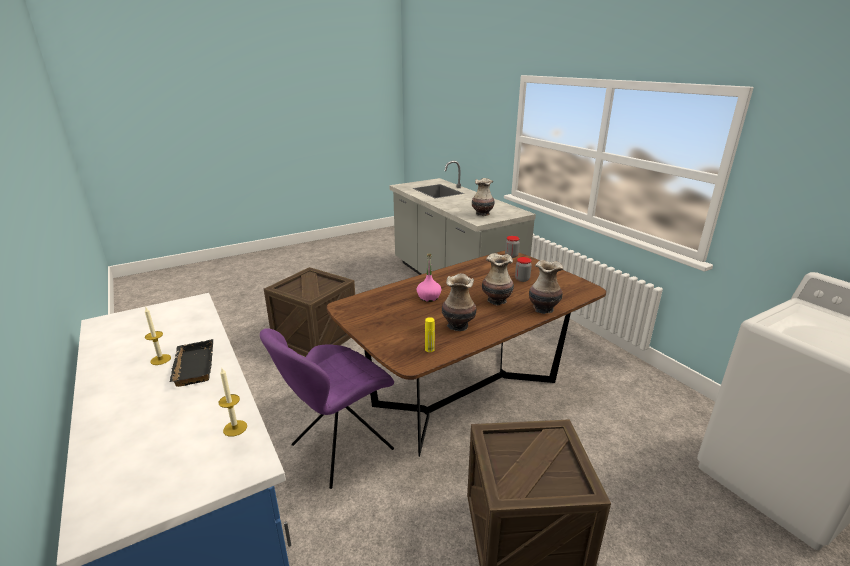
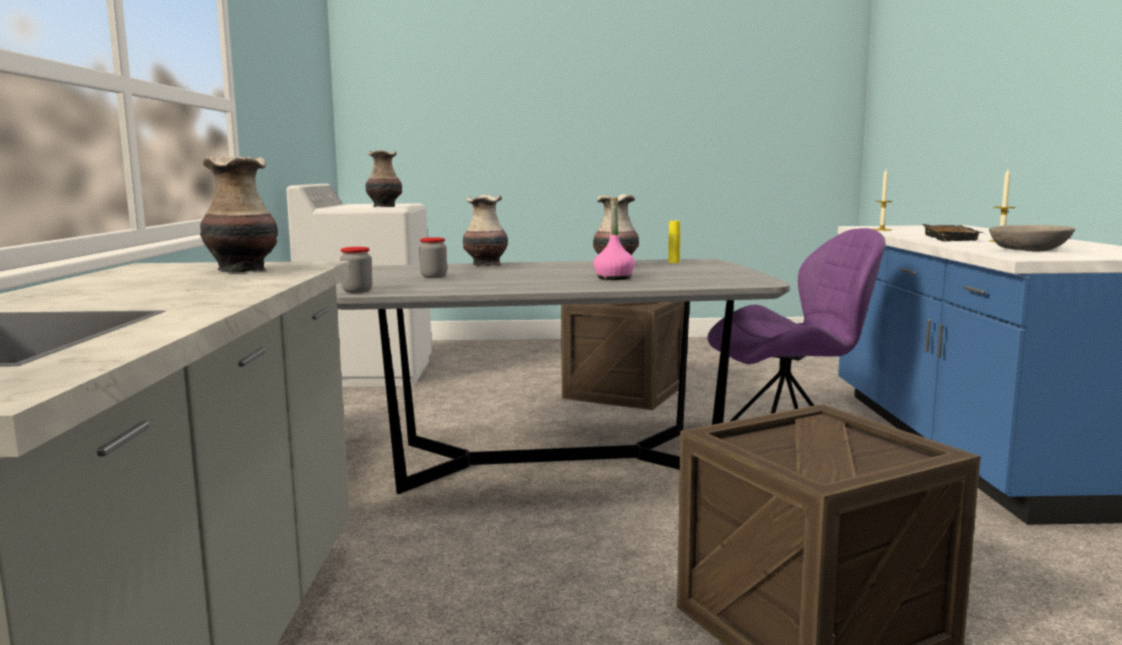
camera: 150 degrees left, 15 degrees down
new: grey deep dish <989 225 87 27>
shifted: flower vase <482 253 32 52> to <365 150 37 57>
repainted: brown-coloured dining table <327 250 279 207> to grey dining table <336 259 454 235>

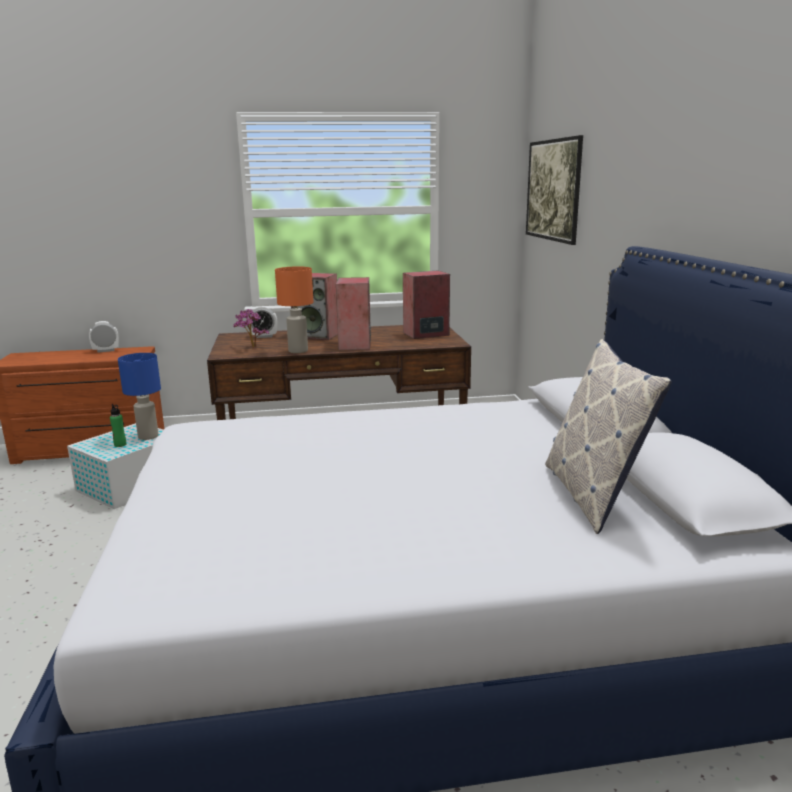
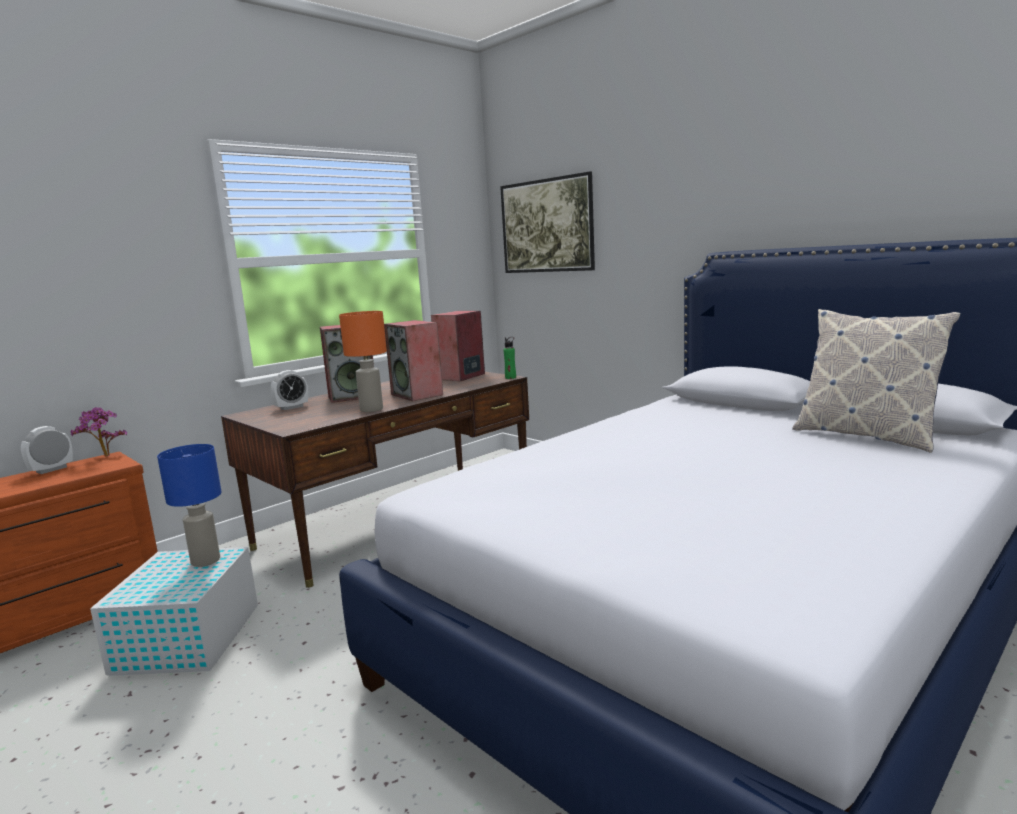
camera: 35 degrees left, 5 degrees down
shifted: green bottle <110 404 16 43> to <503 337 13 42>; houseplant <233 309 36 39> to <71 407 56 50>

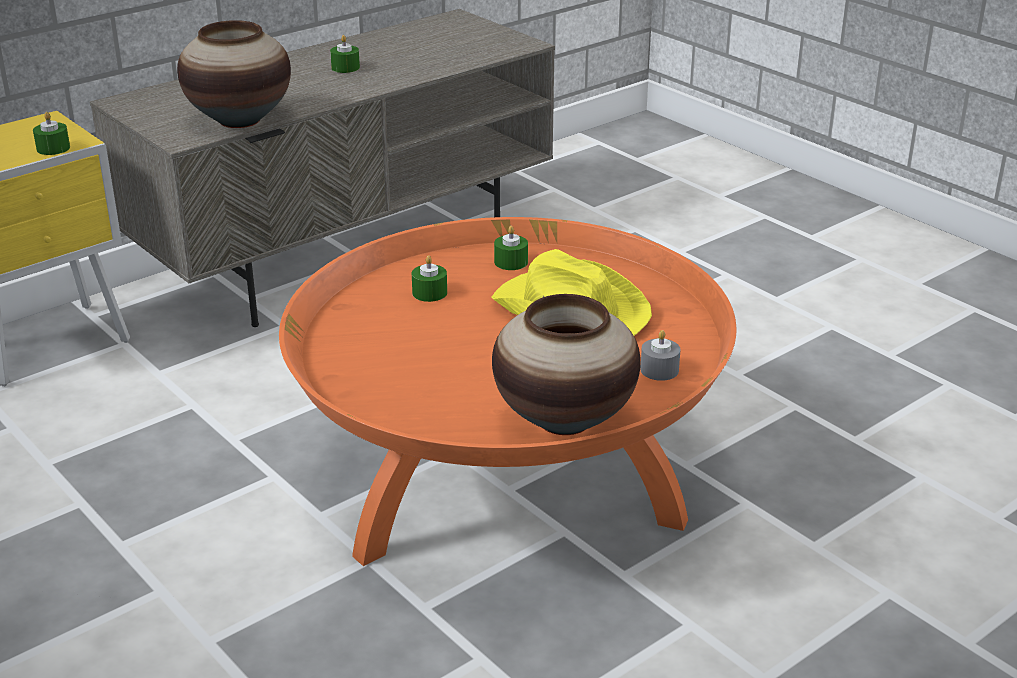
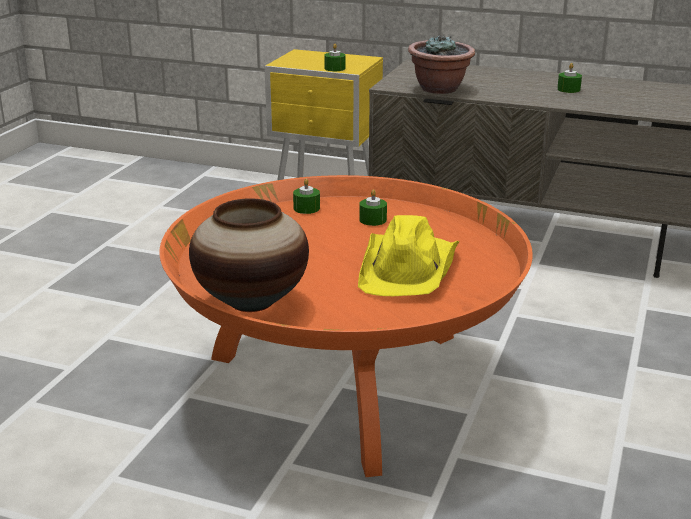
camera: 60 degrees right, 5 degrees down
gone: grey wax candle <640 330 40 51>
shifted: green wax candle <494 226 34 44> to <293 179 27 35>
swapped: flower vase <177 20 114 108> to houseplant <408 34 67 60>

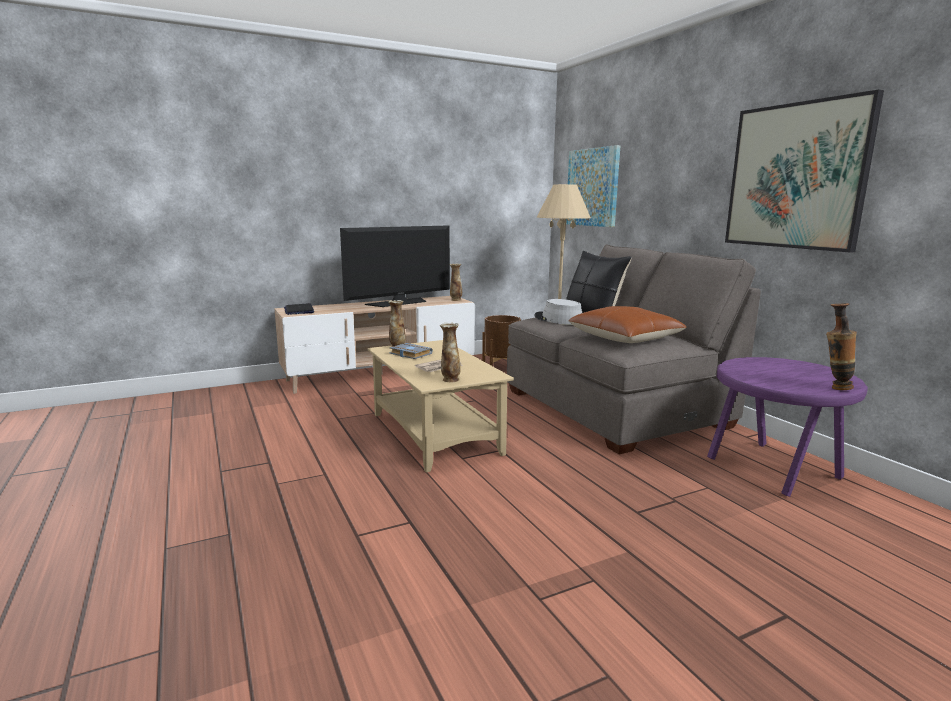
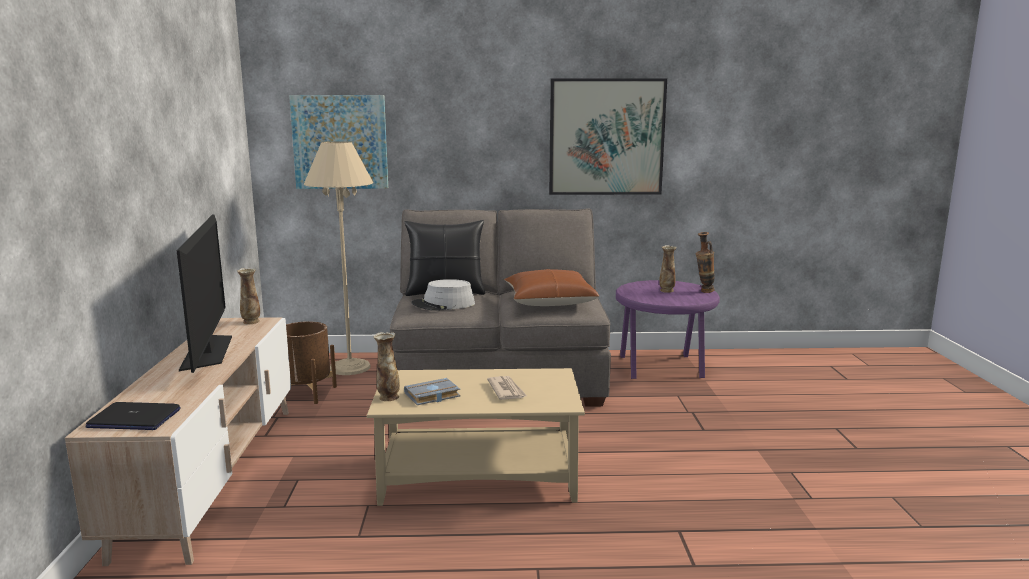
camera: 65 degrees left, 0 degrees up
shifted: flower vase <440 323 21 59> to <659 245 18 48>

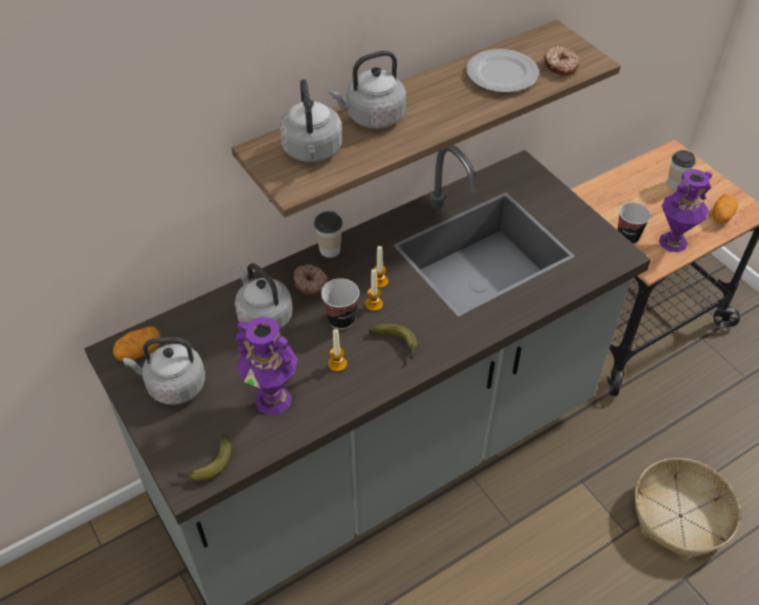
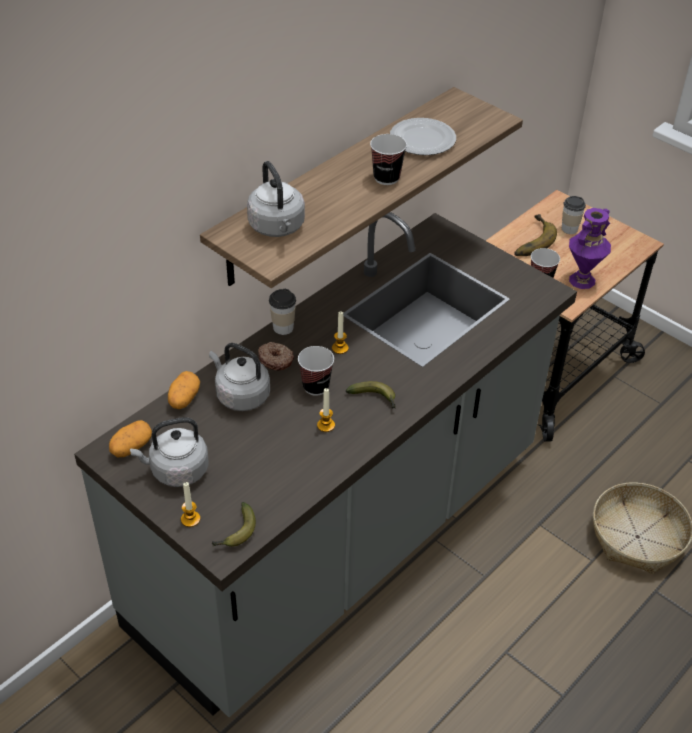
camera: 15 degrees left, 5 degrees down
gone: purple-coloured flower vase <236 317 62 98>; grey water kettle <329 51 77 78>; donut <544 46 35 30>
new: cup <370 134 37 51>; banana <514 214 43 42>
shifted: wax candle <365 269 18 42> to <181 482 19 45>; potato <713 194 25 29> to <168 371 32 38>

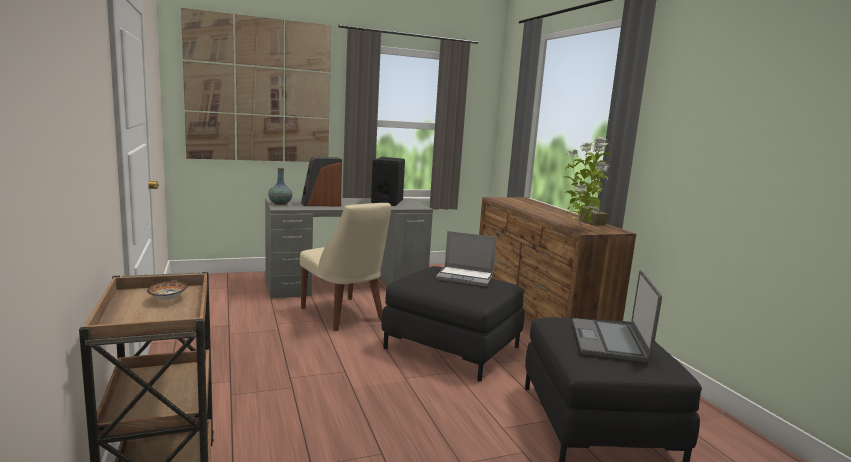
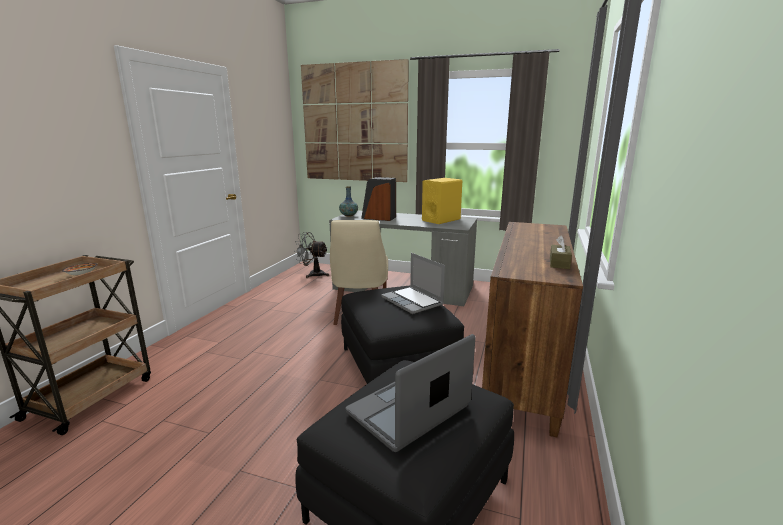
camera: 40 degrees right, 5 degrees up
gone: houseplant <563 137 48 91>
new: grey cooling fan <295 232 34 46>
repainted: blackish audio speaker <371 157 34 49> to yellowish audio speaker <422 178 40 46>

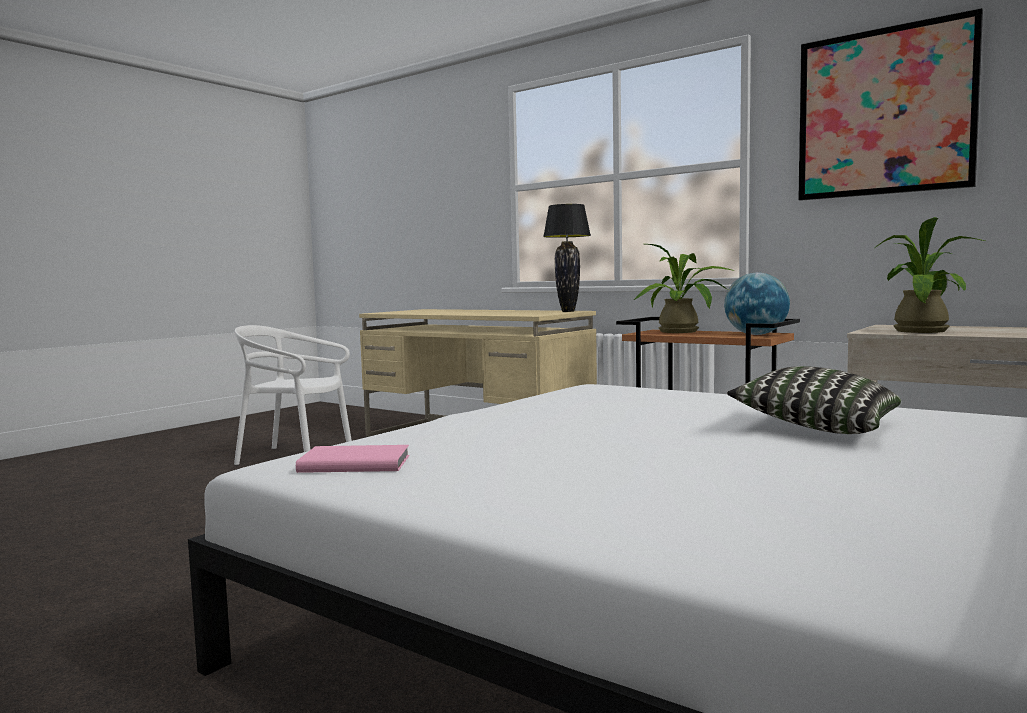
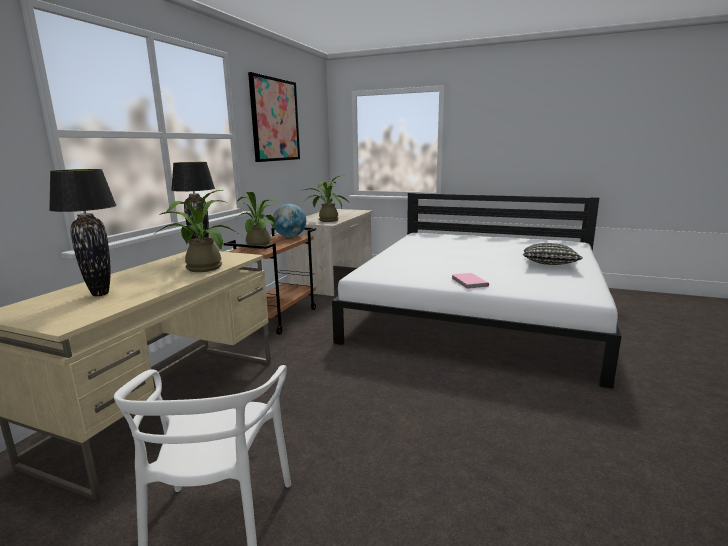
camera: 105 degrees left, 10 degrees up
new: blackish lamp for a table <49 169 68 127>; houseplant <156 190 88 82>
shifted: pink volume <296 445 114 28> to <452 273 37 16>; cushion <727 366 174 68> to <523 243 60 22>

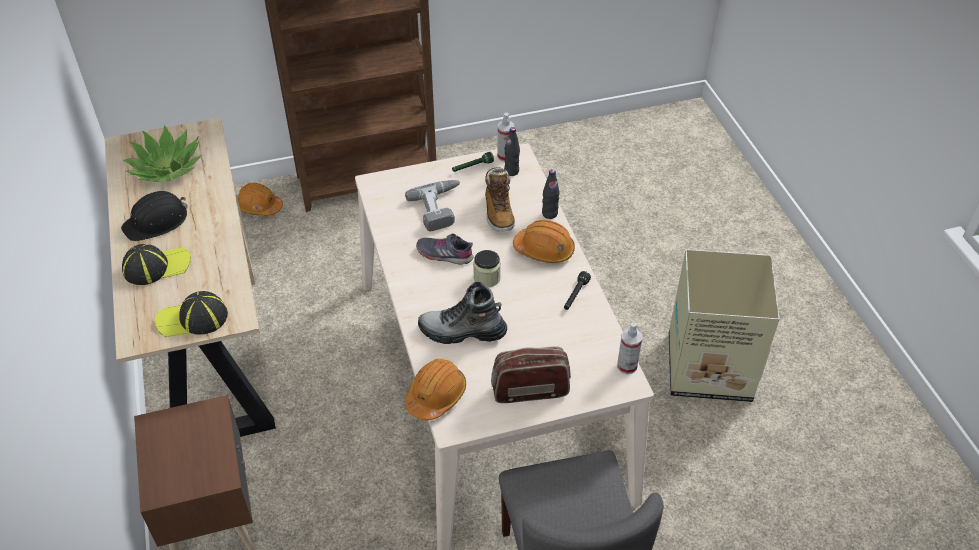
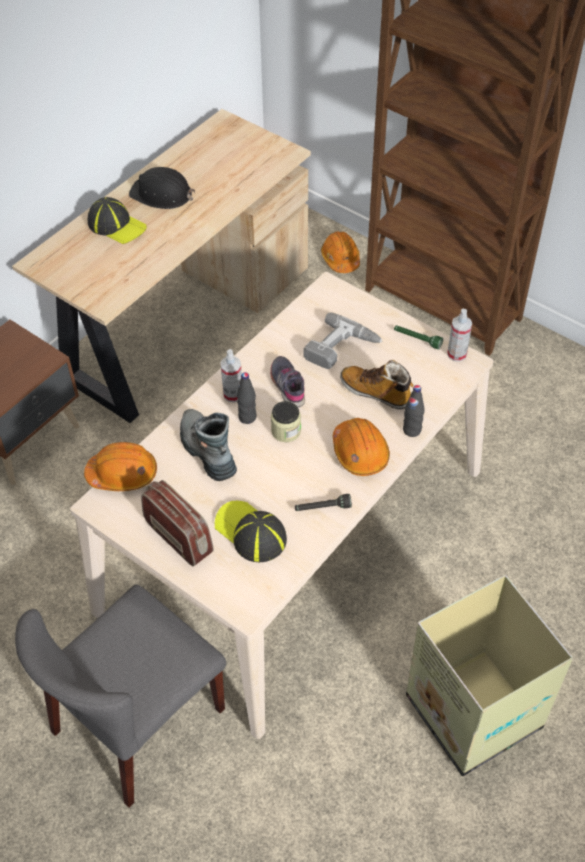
camera: 55 degrees right, 5 degrees up
gone: houseplant <123 125 79 57>
shifted: peaked cap <155 291 73 46> to <215 501 72 61>; blackish bottle <504 127 16 49> to <237 372 19 52>; spray bottle <617 322 25 52> to <220 349 22 53>
rotated: boot <485 167 30 65> = <340 360 73 50> 75 degrees clockwise

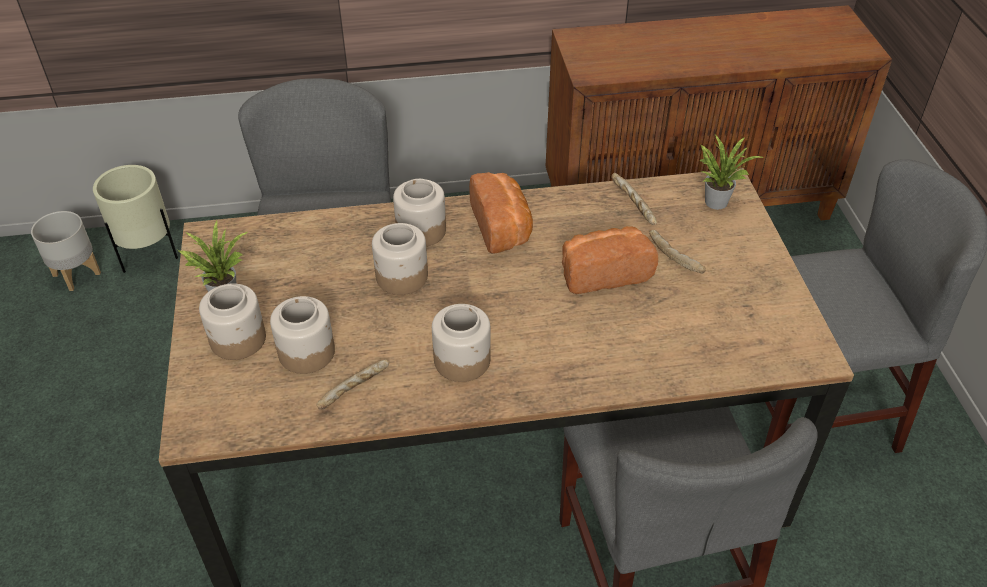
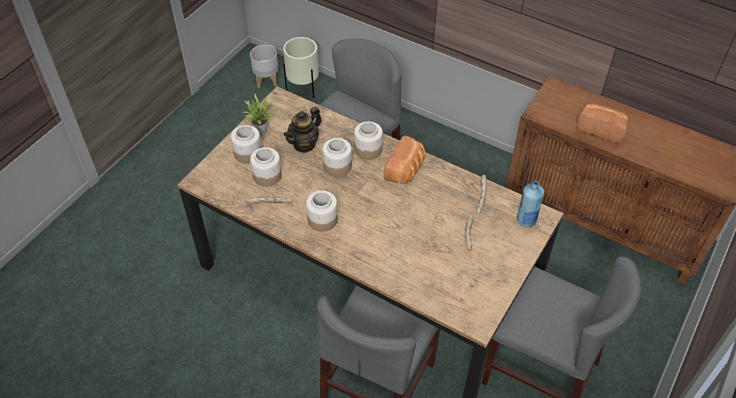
camera: 40 degrees right, 5 degrees up
new: pot for tea <284 107 38 46>
shifted: bakery bread <562 226 96 68> to <576 103 53 40>
swapped: houseplant <700 135 63 75> to bluish bottle <517 180 27 47>

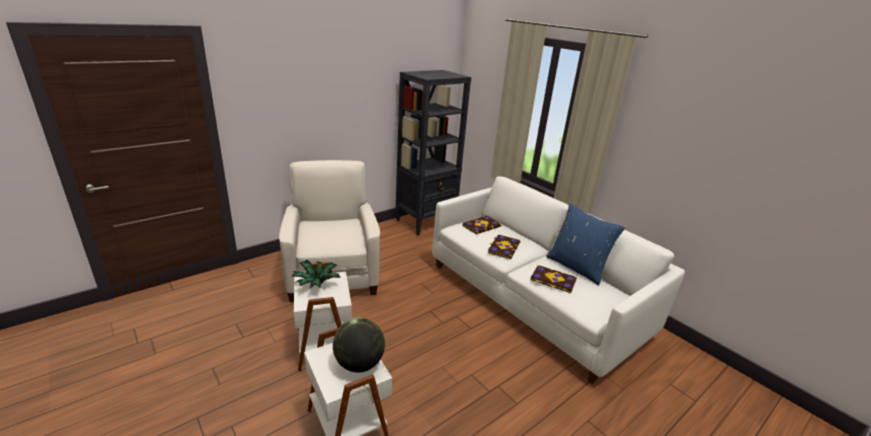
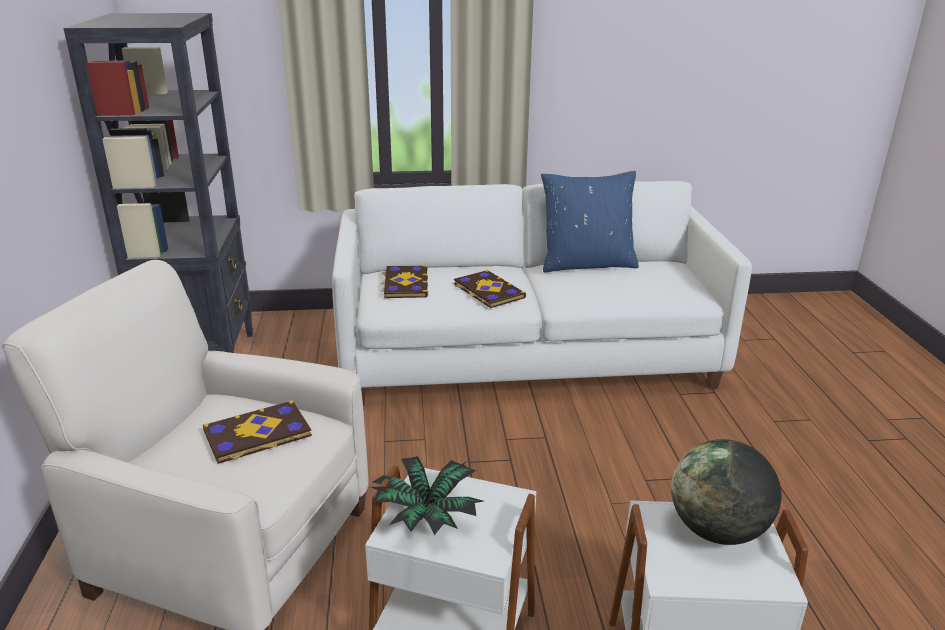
camera: 55 degrees left, 0 degrees up
shifted: volume <530 265 47 28> to <203 400 109 64>

